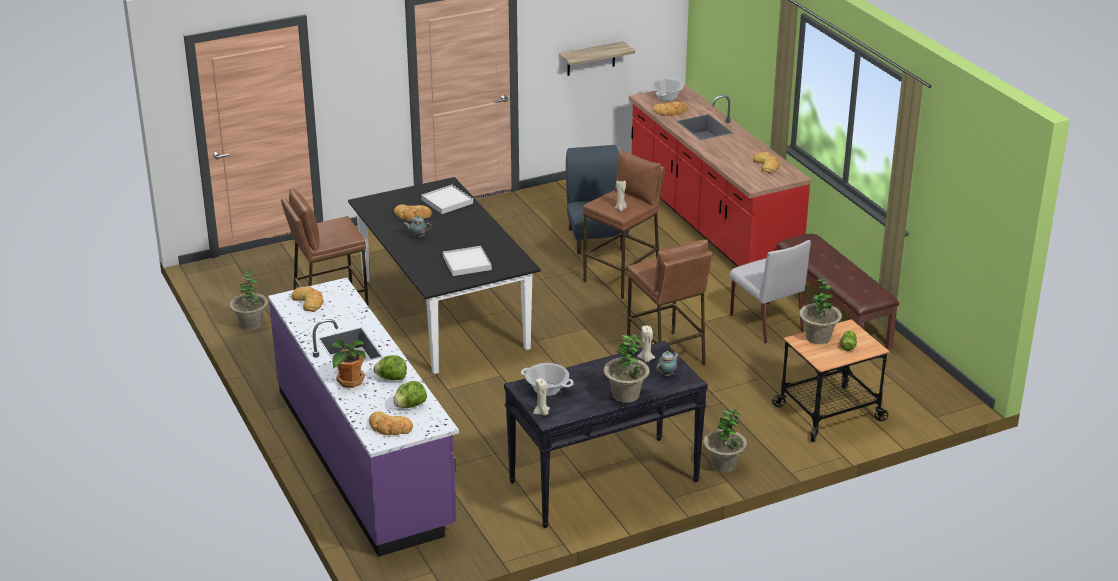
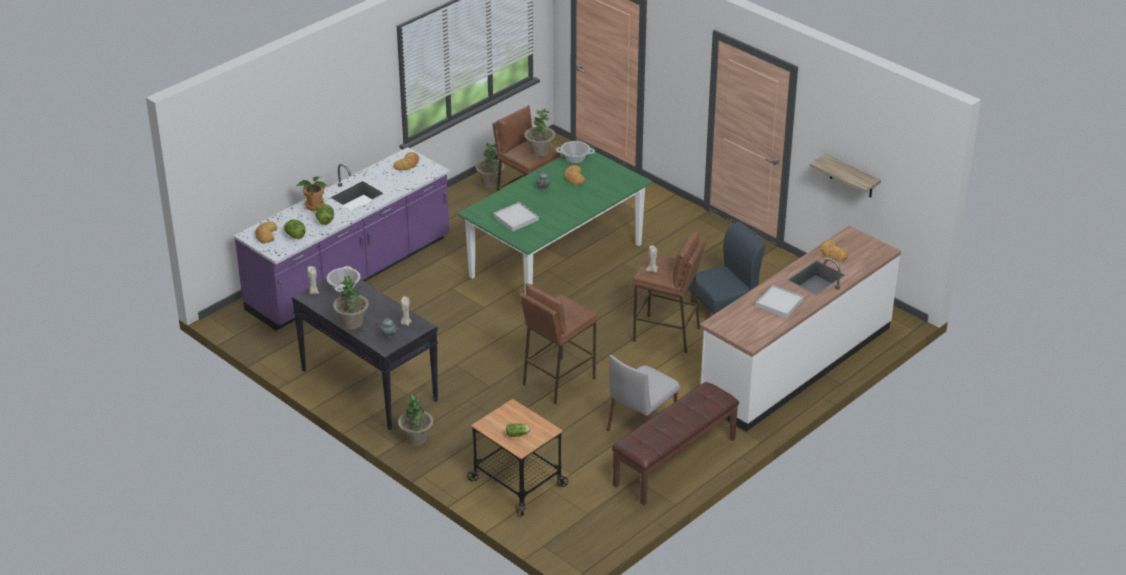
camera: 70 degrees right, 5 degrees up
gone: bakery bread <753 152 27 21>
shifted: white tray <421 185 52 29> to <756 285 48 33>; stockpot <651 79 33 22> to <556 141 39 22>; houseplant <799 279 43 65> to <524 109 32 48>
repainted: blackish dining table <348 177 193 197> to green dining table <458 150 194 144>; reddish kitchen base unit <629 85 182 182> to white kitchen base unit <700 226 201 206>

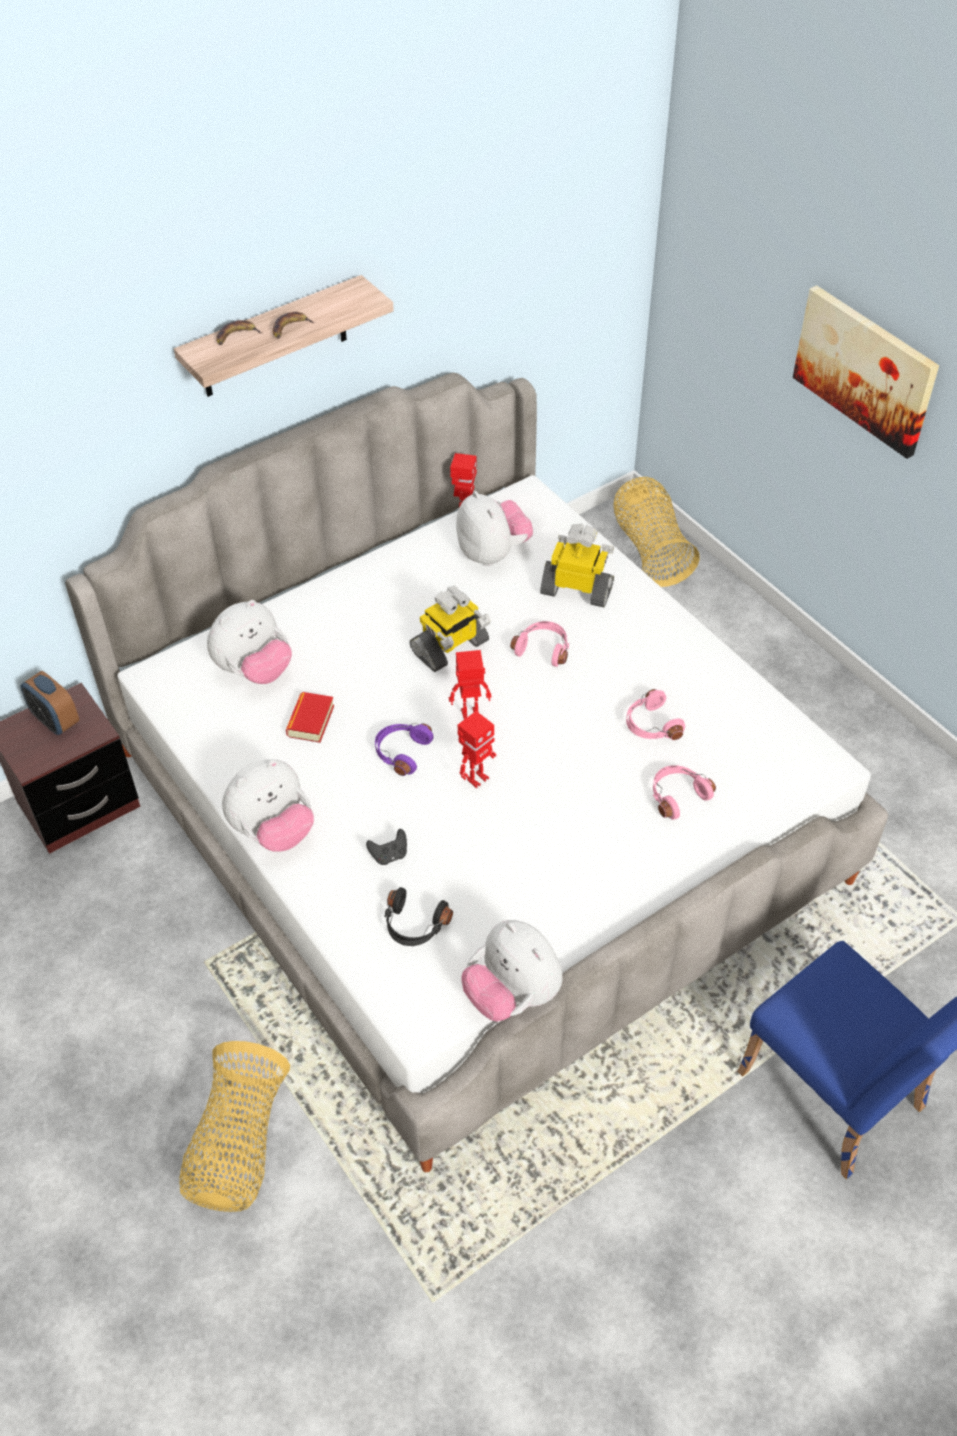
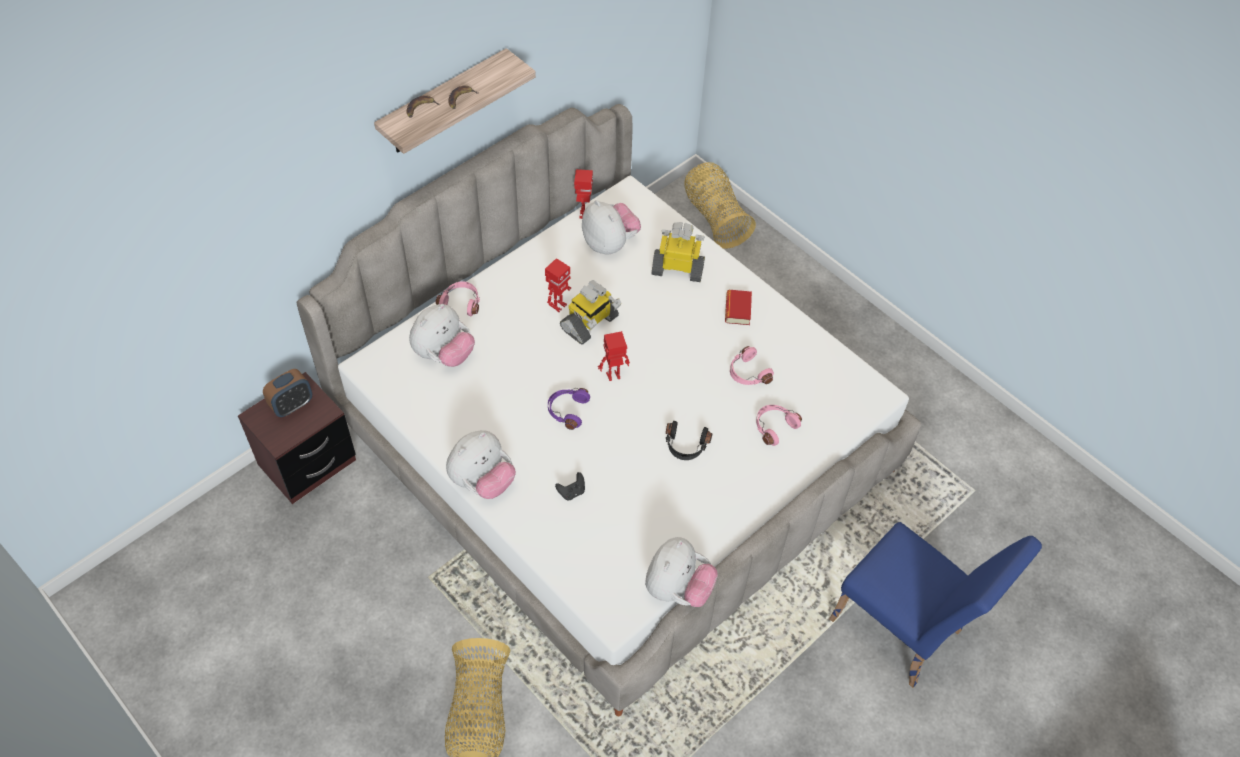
camera: 10 degrees left, 5 degrees up
gone: wall art <793 285 146 174>
shifted: volume <286 692 48 51> to <725 290 27 35>; blackish pair of headphones <384 887 69 59> to <666 421 46 39>; robot figure <457 711 40 78> to <545 258 26 54>; pink pair of headphones <510 621 59 46> to <436 281 44 35>
rotated: bedside clock <21 671 58 64> = <263 369 49 48> 75 degrees counterclockwise; soft toy <462 920 101 101> = <645 537 73 70> 105 degrees counterclockwise

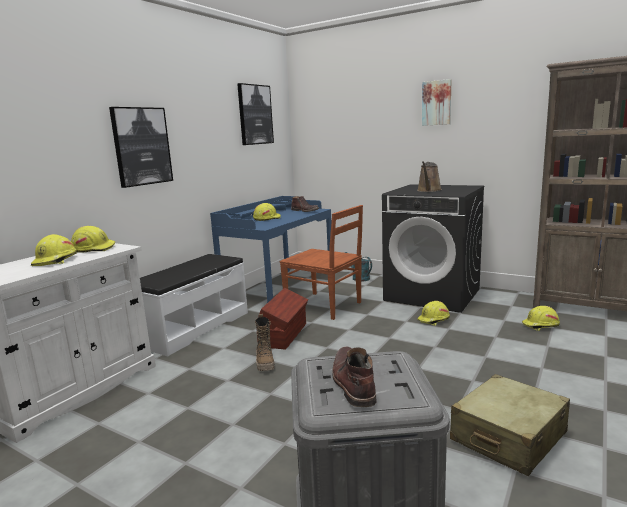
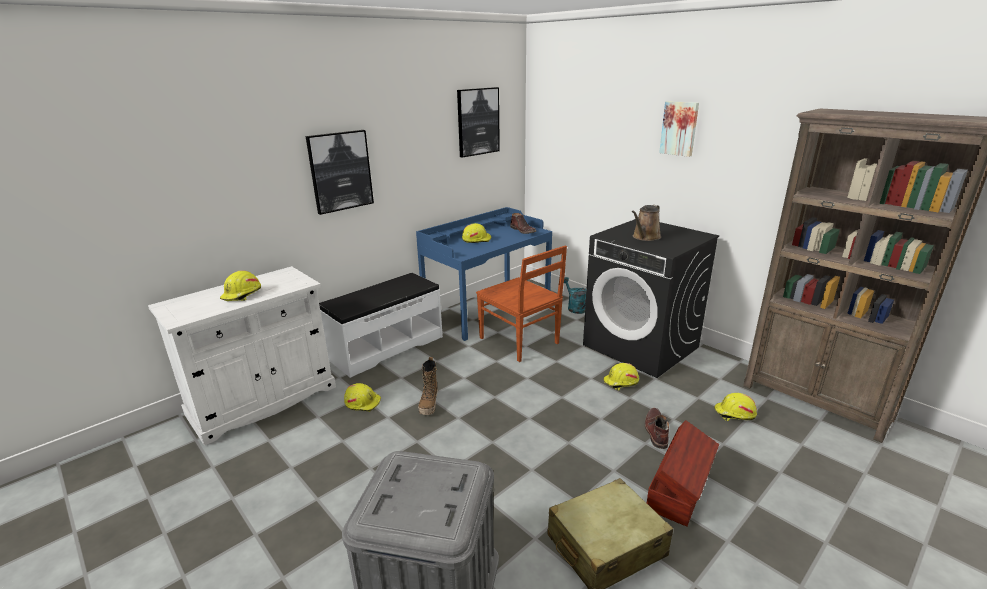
camera: 15 degrees right, 10 degrees up
shifted: yellowish safety helmet <71 226 44 27> to <344 383 37 29>; brown-coloured storage box <257 288 51 62> to <647 420 72 106>; brown-coloured boot <332 347 45 60> to <645 408 24 41>

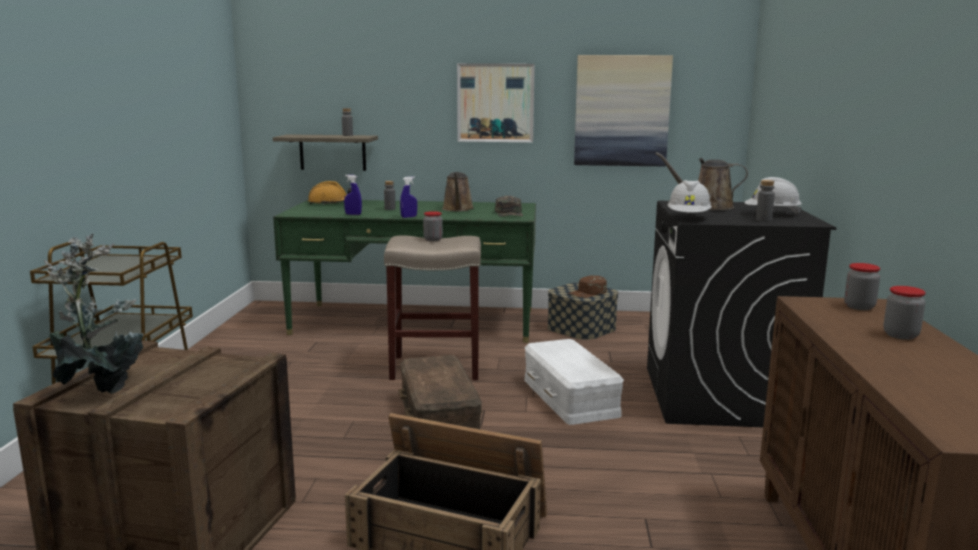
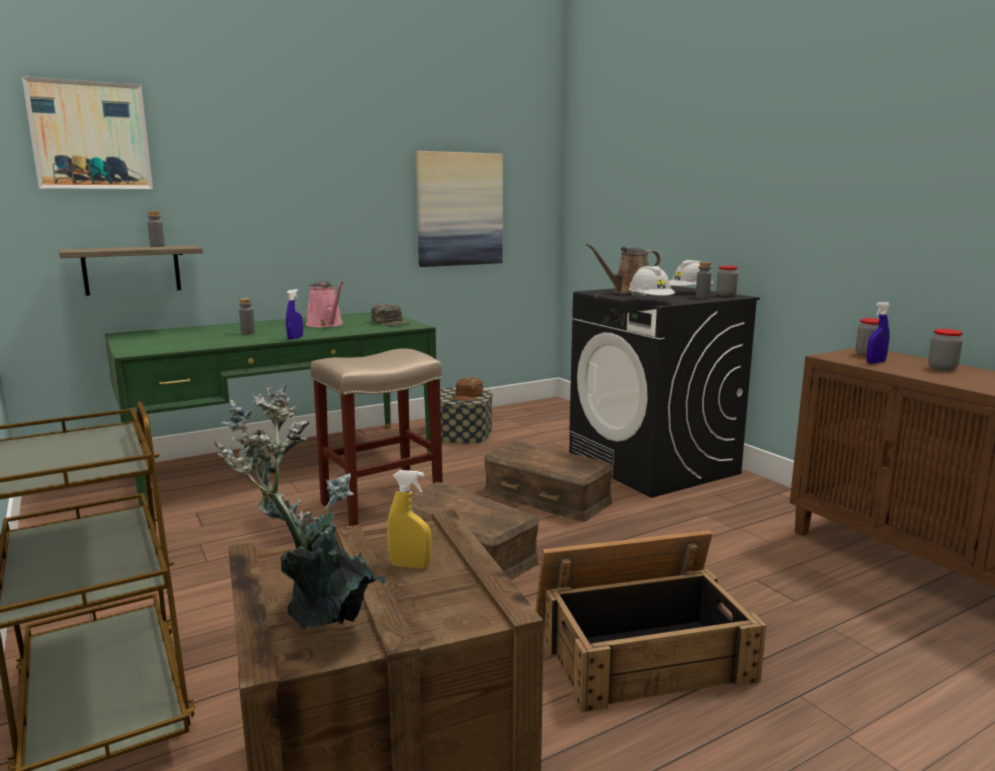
camera: 35 degrees left, 0 degrees up
gone: orange-coloured safety helmet <308 181 43 24>
new: yellowish spray bottle <387 470 44 99>
shifted: bluish spray bottle <344 175 18 40> to <866 302 24 62>; jar <423 211 20 30> to <716 266 22 30>; wall art <457 63 78 80> to <22 76 131 113>
repainted: brown-coloured watering can <442 172 32 40> to pink watering can <306 281 38 46>; white storage box <524 339 100 86> to brown-coloured storage box <484 441 130 81>

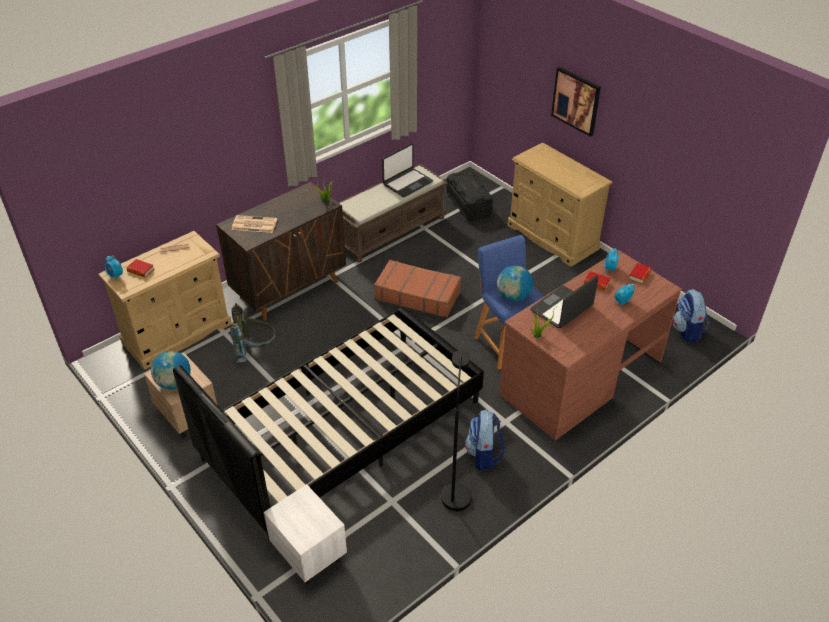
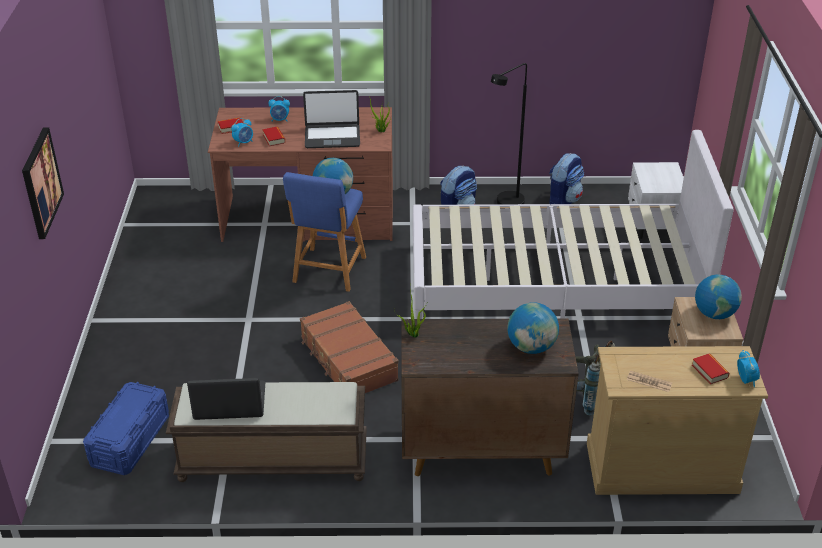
camera: 140 degrees left, 5 degrees down
gone: beige-coloured drawer chest <507 142 106 125>
shifted: backpack <673 289 37 54> to <549 153 35 51>
swapped: newspaper <232 215 45 18> to world globe <507 303 52 51>
repainted: blackish sleeping bed <173 307 311 234> to white sleeping bed <413 130 321 189>; blackish storage box <446 170 47 51> to bluish storage box <83 382 86 93>

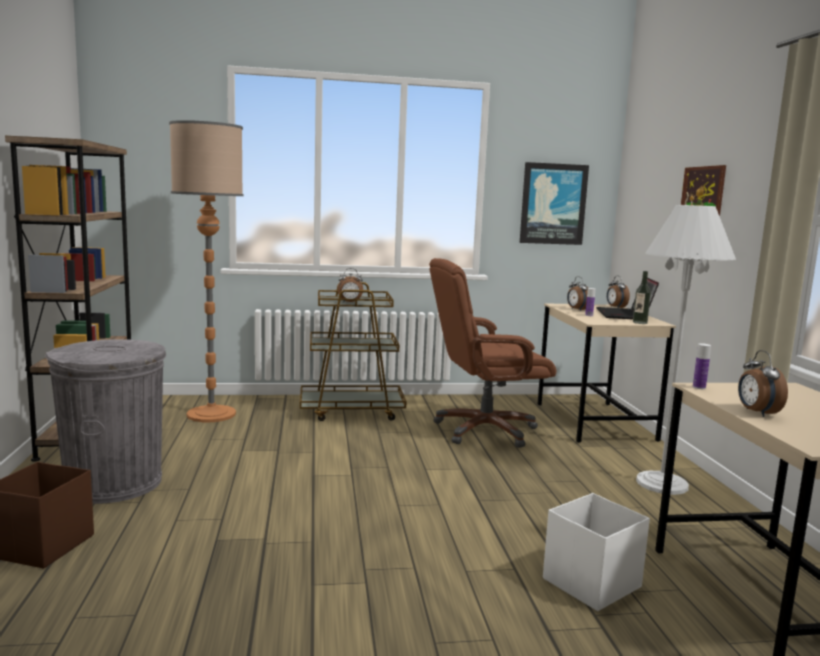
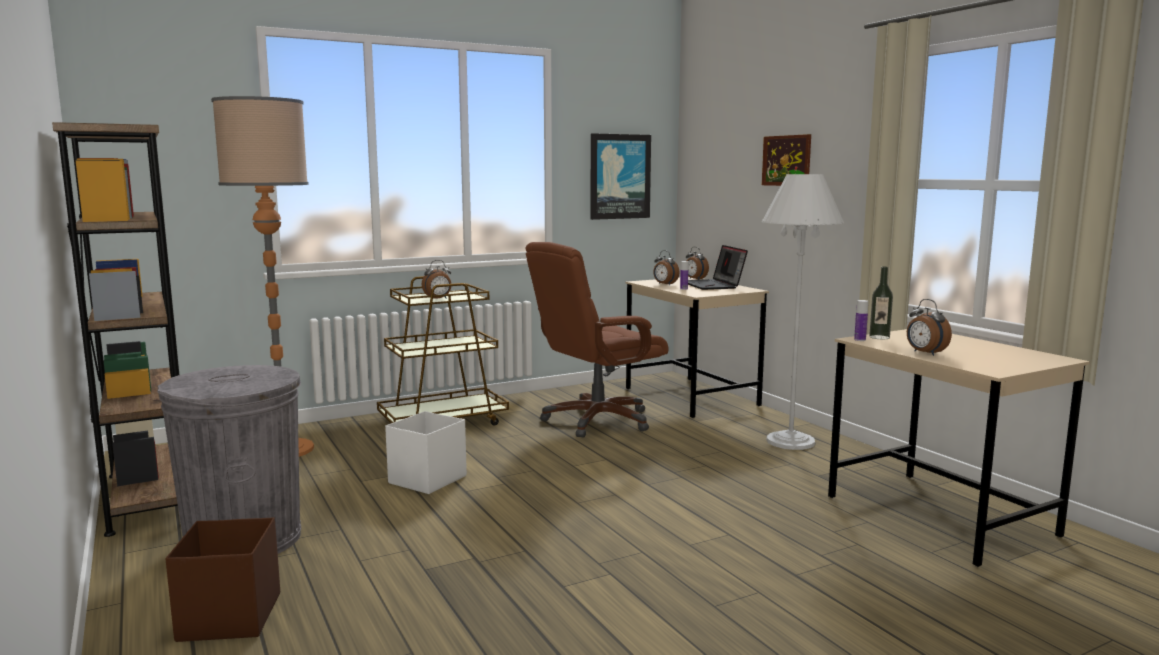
camera: 20 degrees left, 0 degrees up
shifted: white storage box <543 493 107 118> to <385 411 82 83>; bottle <633 271 18 53> to <869 267 24 72>

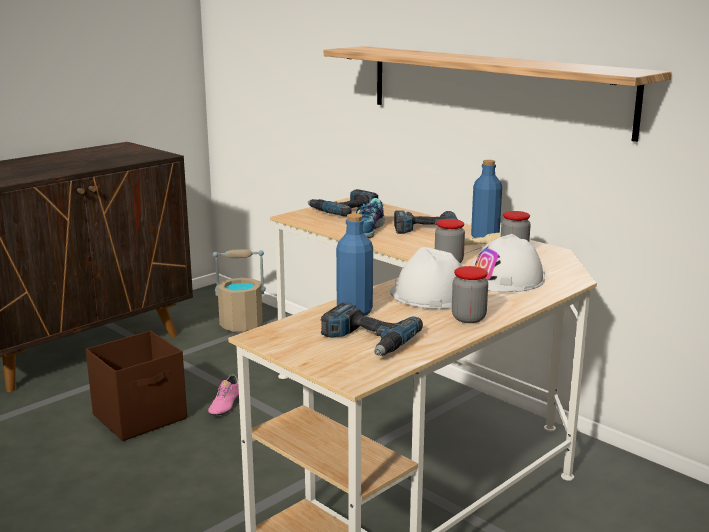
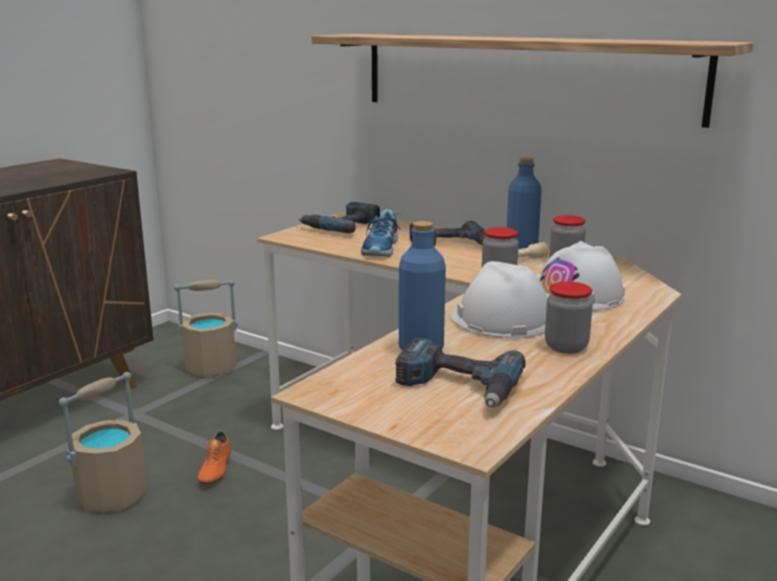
camera: 10 degrees left, 0 degrees up
swapped: brown-coloured storage box <86 331 101 110> to beige-coloured pail <59 372 88 140>
repainted: pink item of footwear <208 375 31 41> to orange-coloured item of footwear <198 431 33 53>

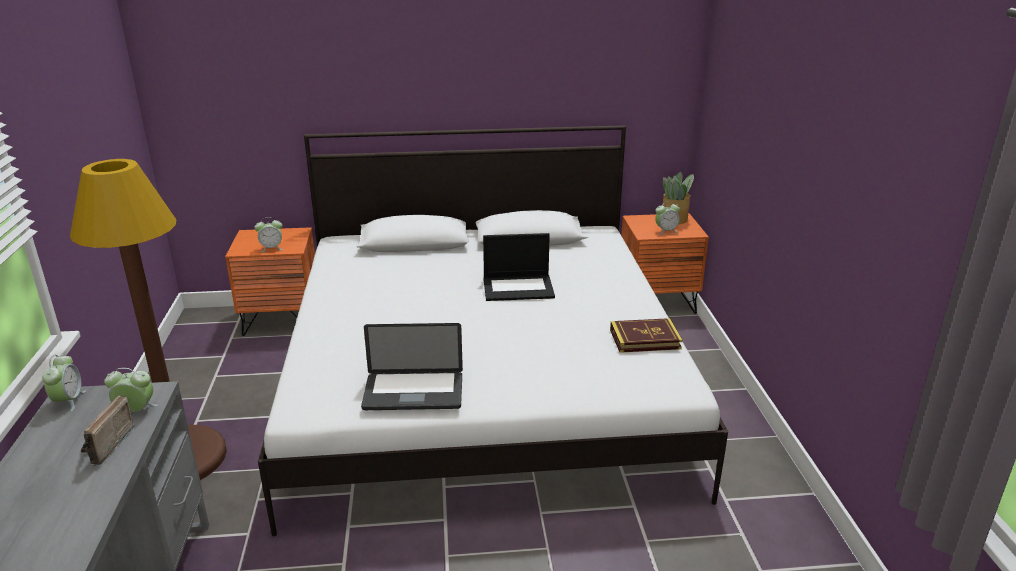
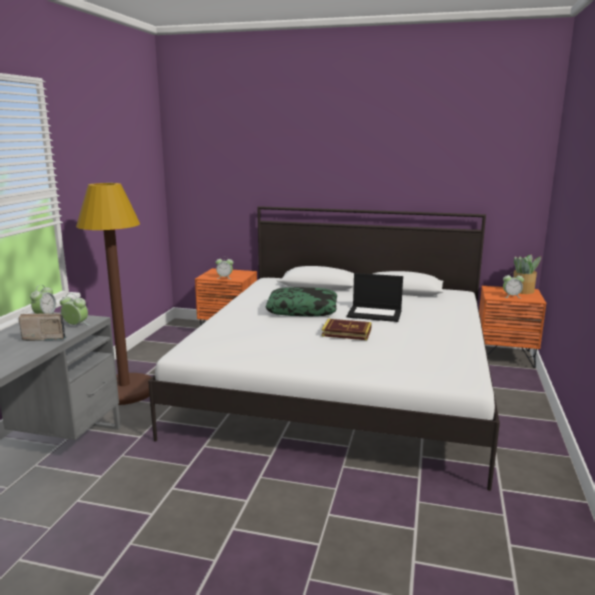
camera: 20 degrees right, 10 degrees down
gone: laptop <361 323 102 87>
new: cushion <266 287 71 29>
shifted: volume <610 318 72 35> to <322 319 50 21>
rotated: radio set <81 396 54 69> = <19 313 47 28> 60 degrees clockwise

